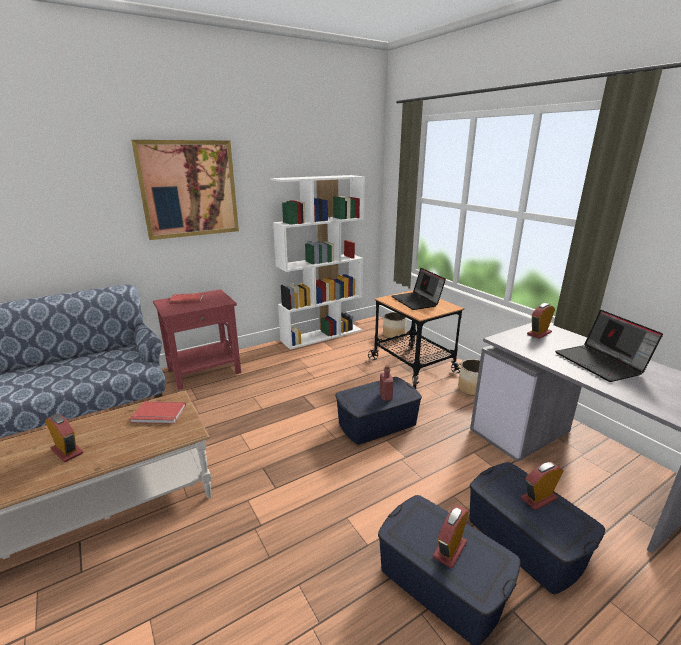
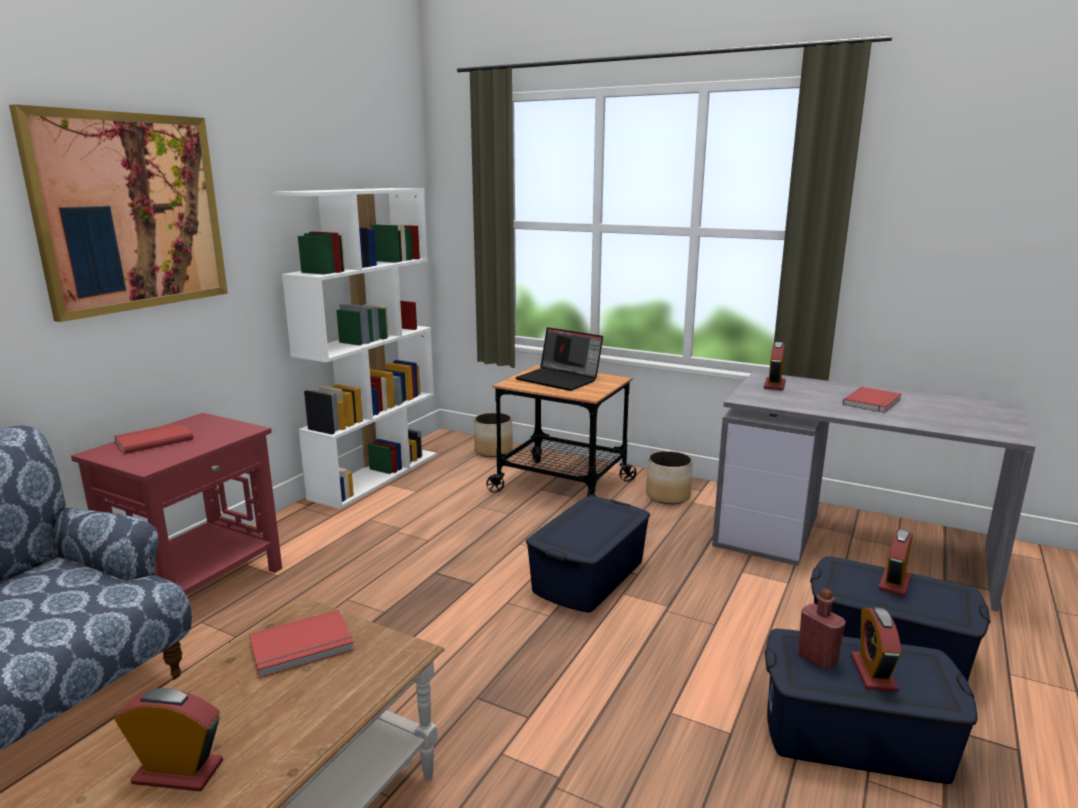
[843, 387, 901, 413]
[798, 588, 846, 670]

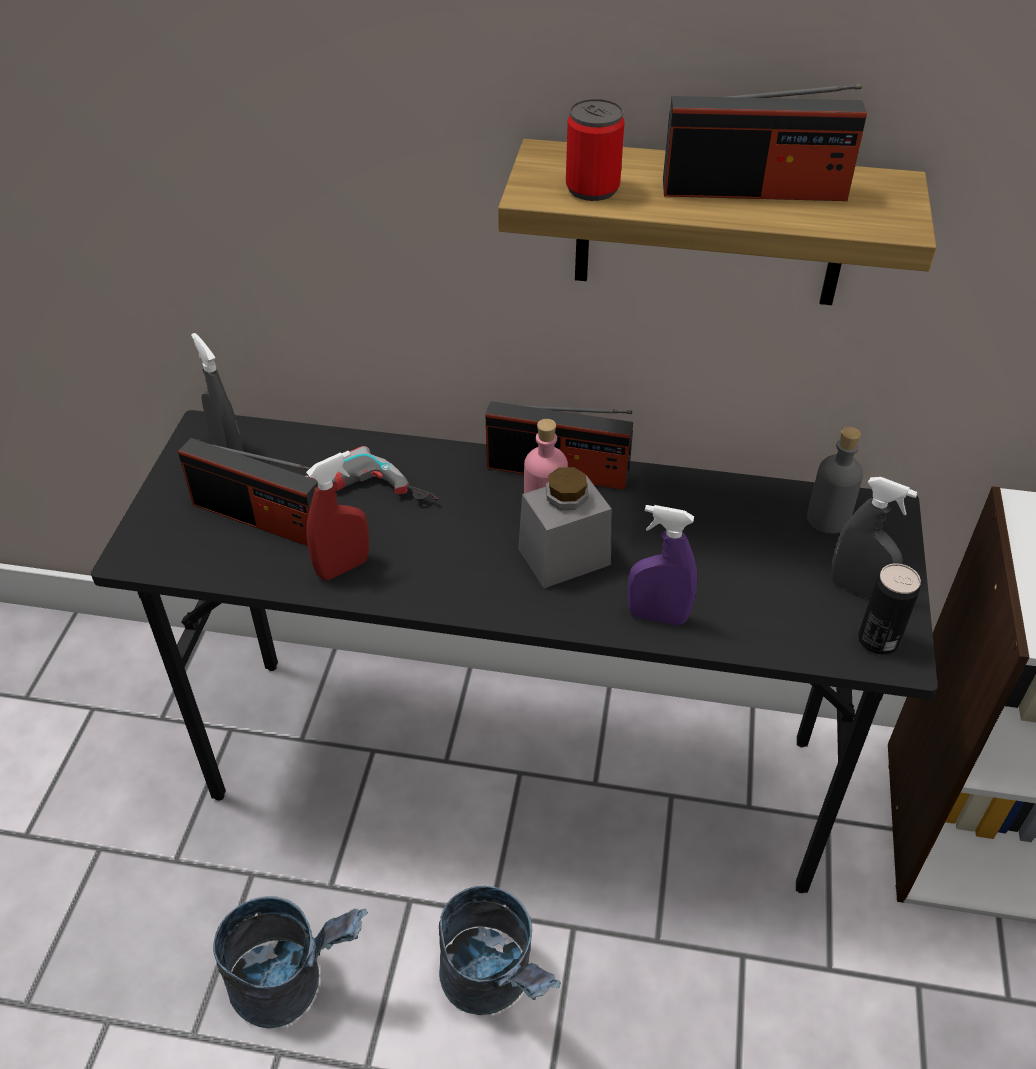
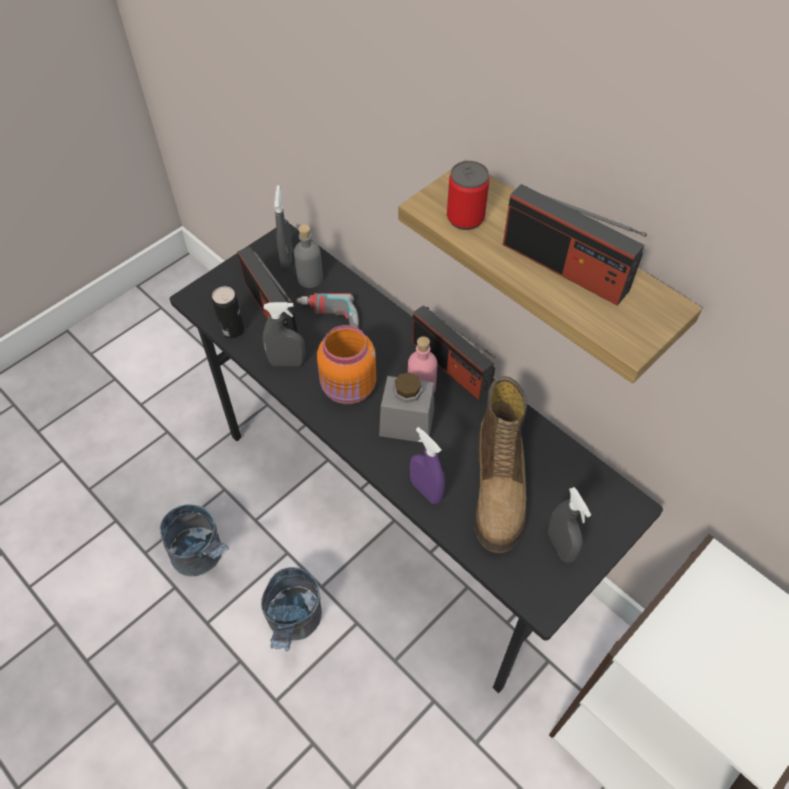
[294, 225, 323, 288]
[263, 302, 306, 366]
[212, 286, 244, 339]
[317, 325, 376, 405]
[474, 376, 527, 553]

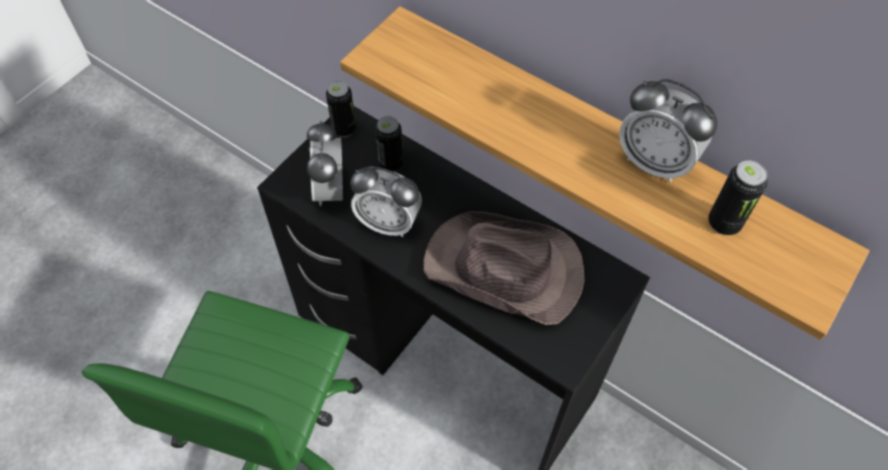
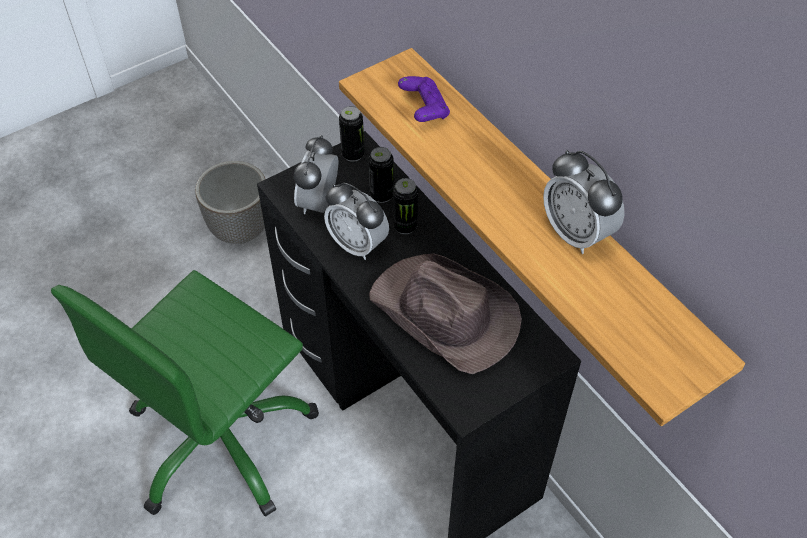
[393, 178, 418, 234]
[398, 76, 450, 122]
[195, 161, 265, 244]

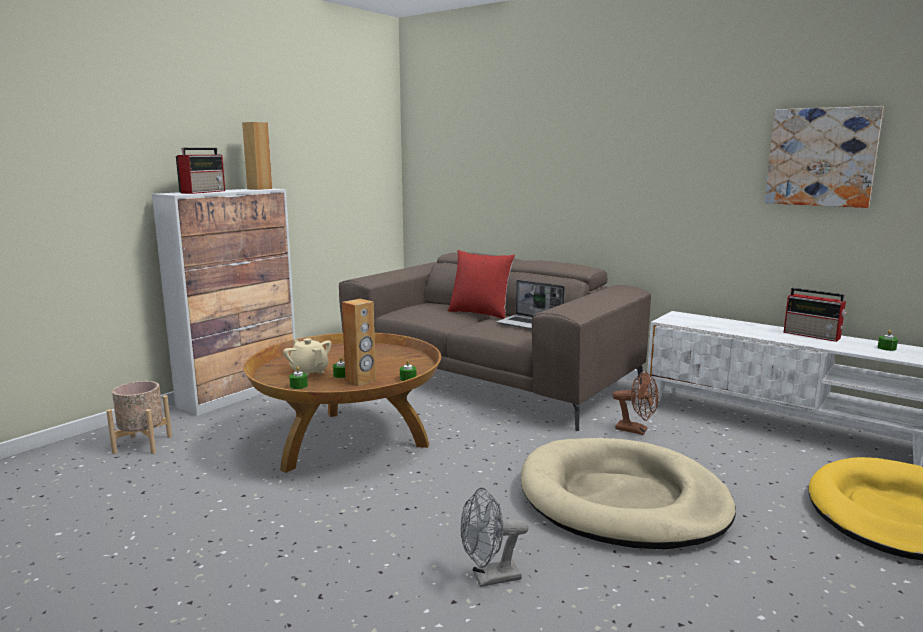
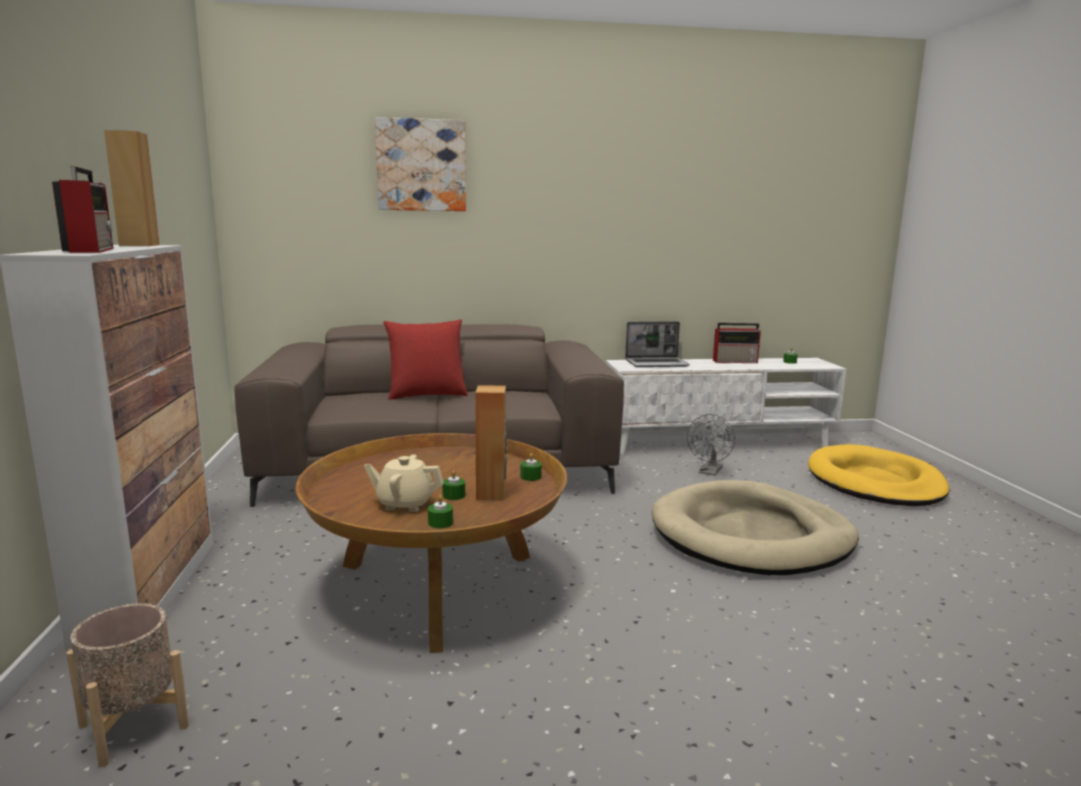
[375, 117, 466, 211]
[625, 322, 690, 367]
[613, 371, 659, 435] (first image)
[687, 414, 735, 476]

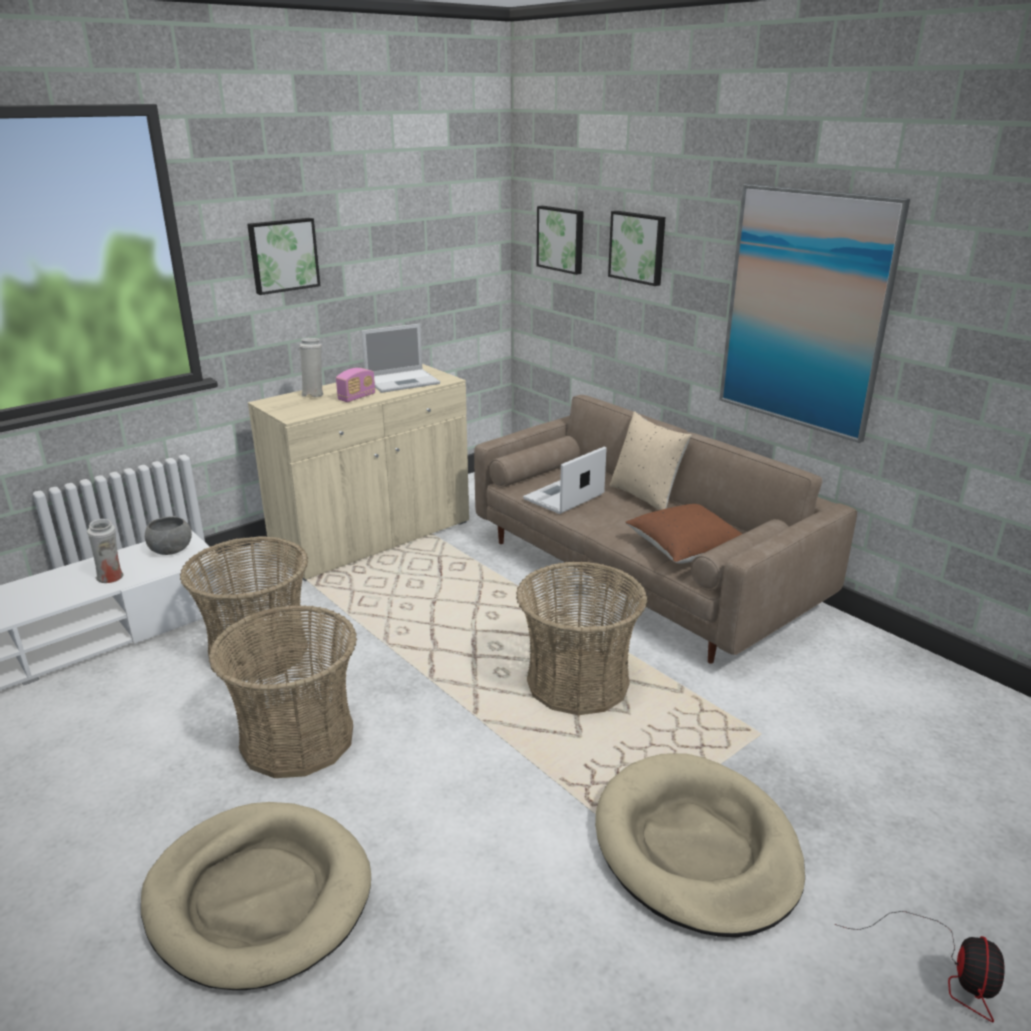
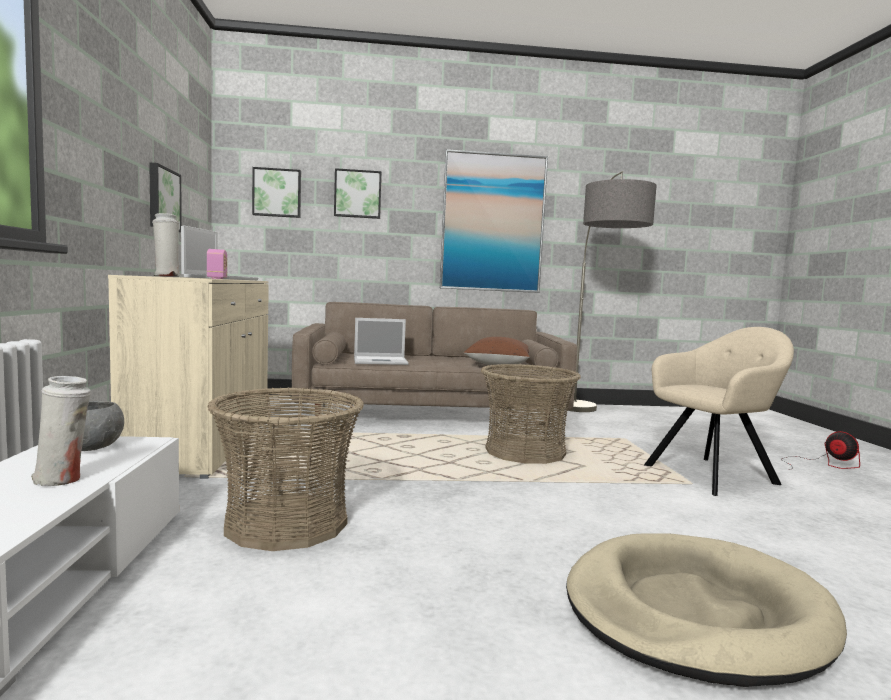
[149, 163, 182, 232]
[610, 411, 692, 510] (first image)
[354, 318, 408, 365]
[209, 605, 357, 778] (first image)
[644, 327, 794, 496]
[568, 171, 657, 412]

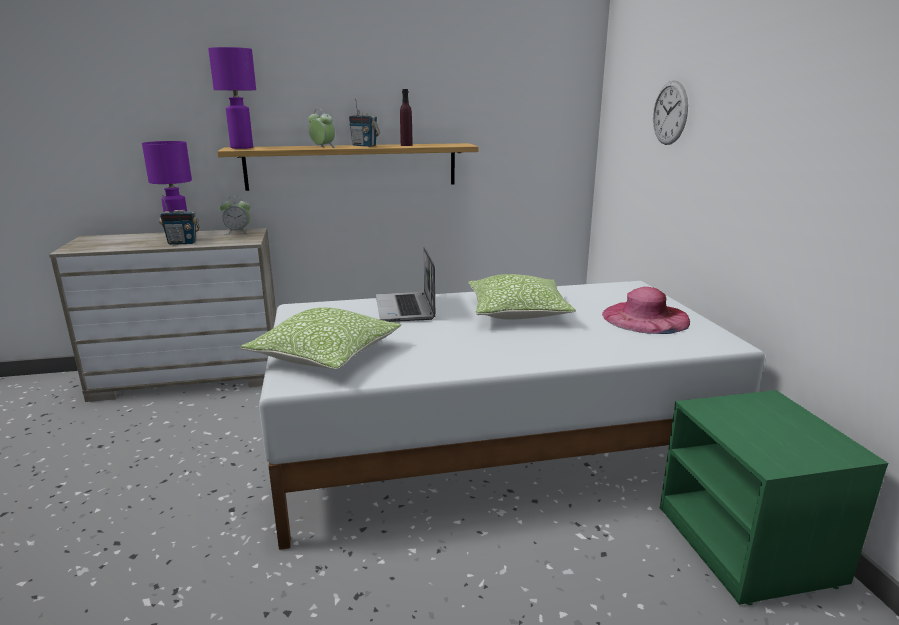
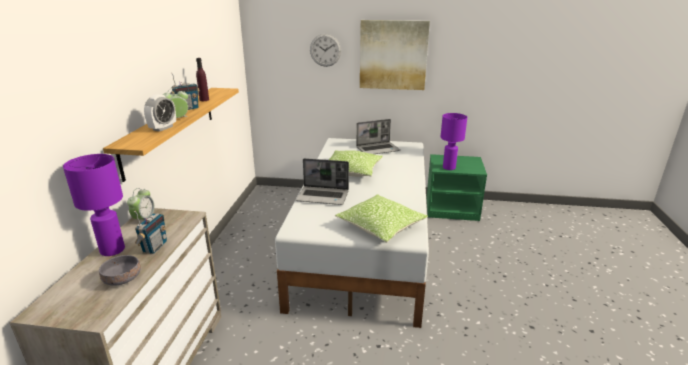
[441, 113, 467, 170]
[356, 119, 400, 154]
[360, 20, 430, 90]
[144, 94, 176, 132]
[99, 255, 140, 286]

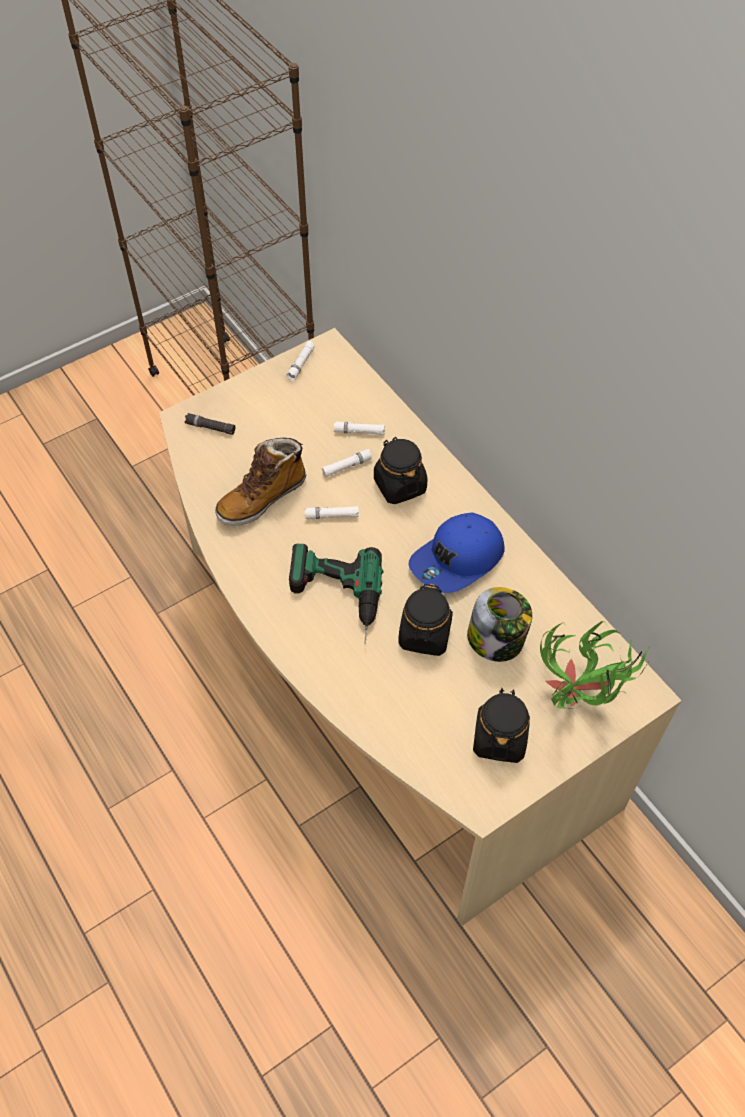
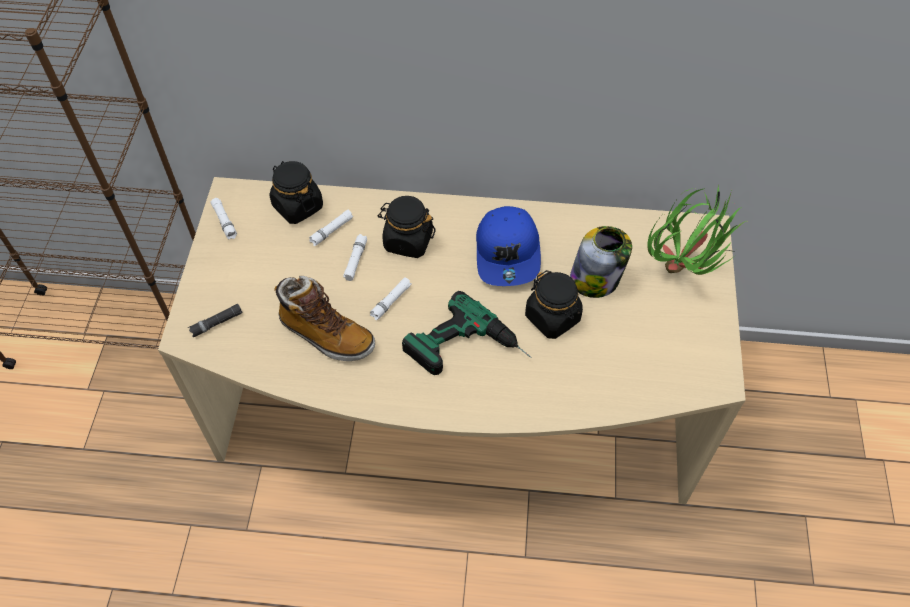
[274, 276, 375, 361]
[269, 161, 323, 224]

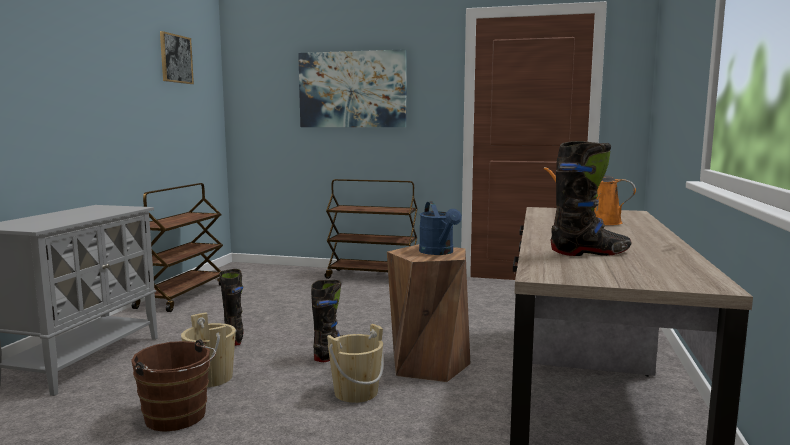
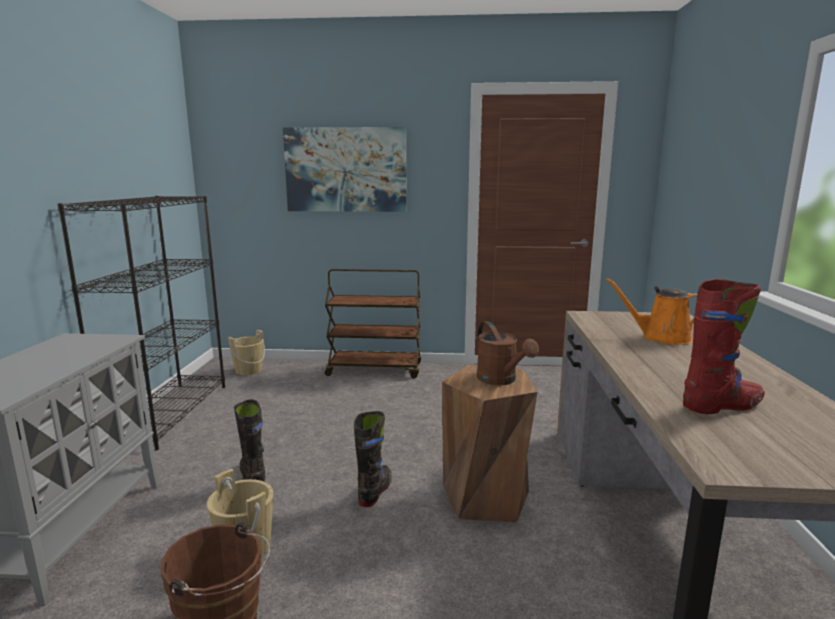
[160, 31, 194, 84] (first image)
[683, 279, 765, 414]
[57, 196, 225, 450]
[476, 321, 539, 385]
[228, 330, 265, 375]

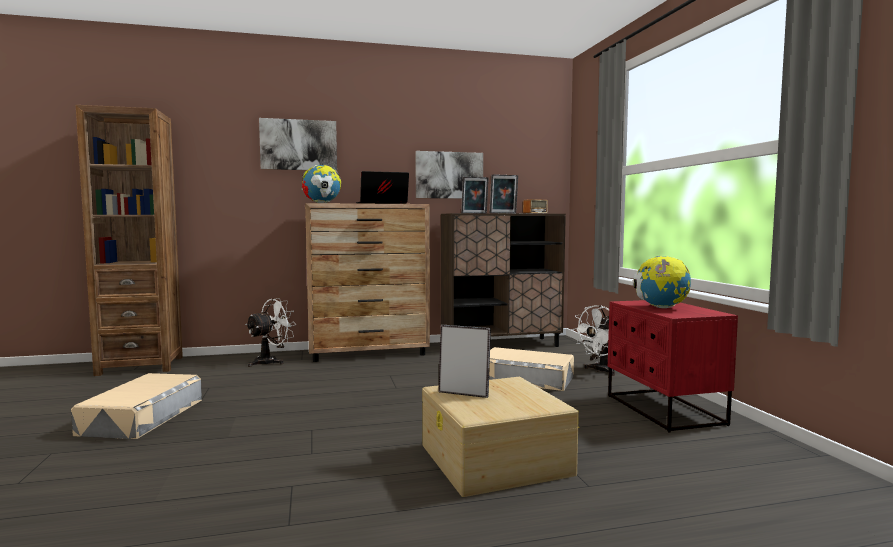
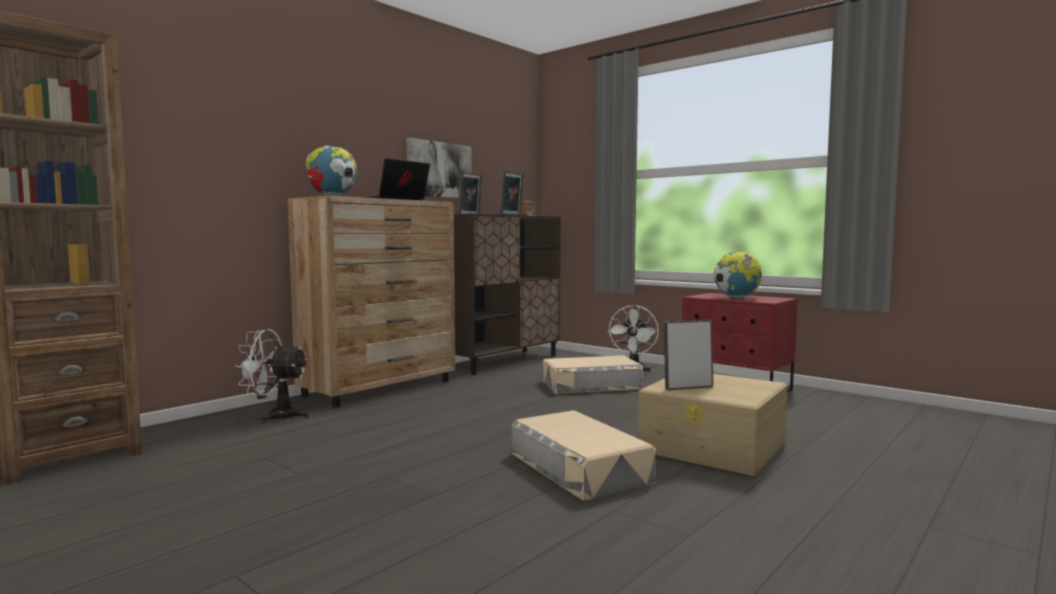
[259, 118, 337, 170] (first image)
[235, 329, 310, 423]
[512, 410, 656, 501]

